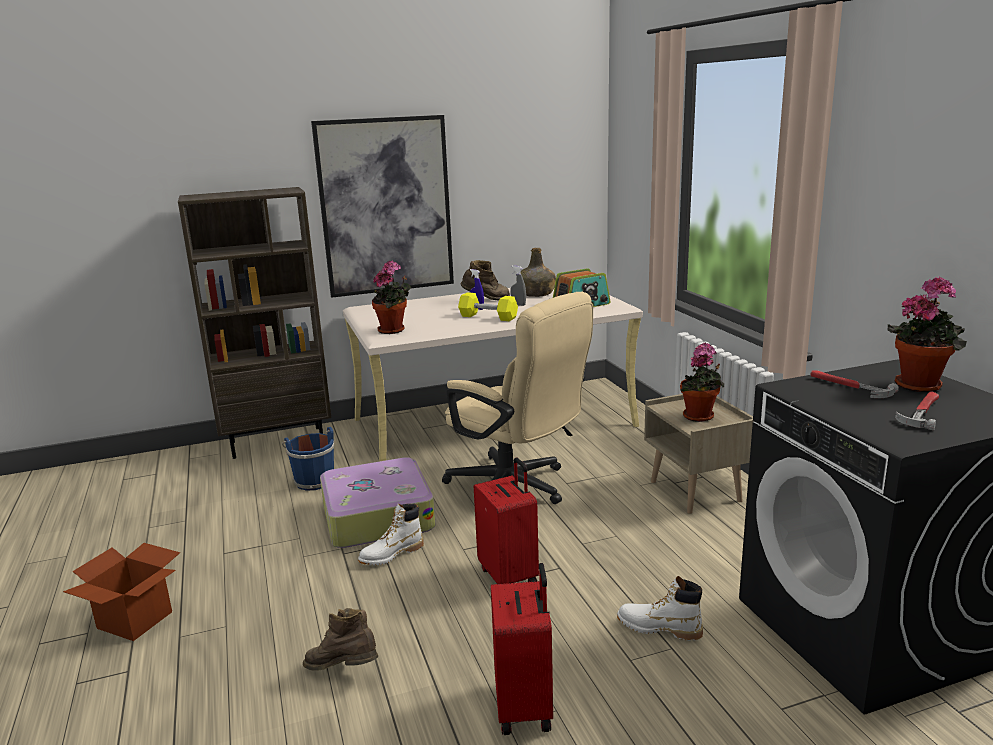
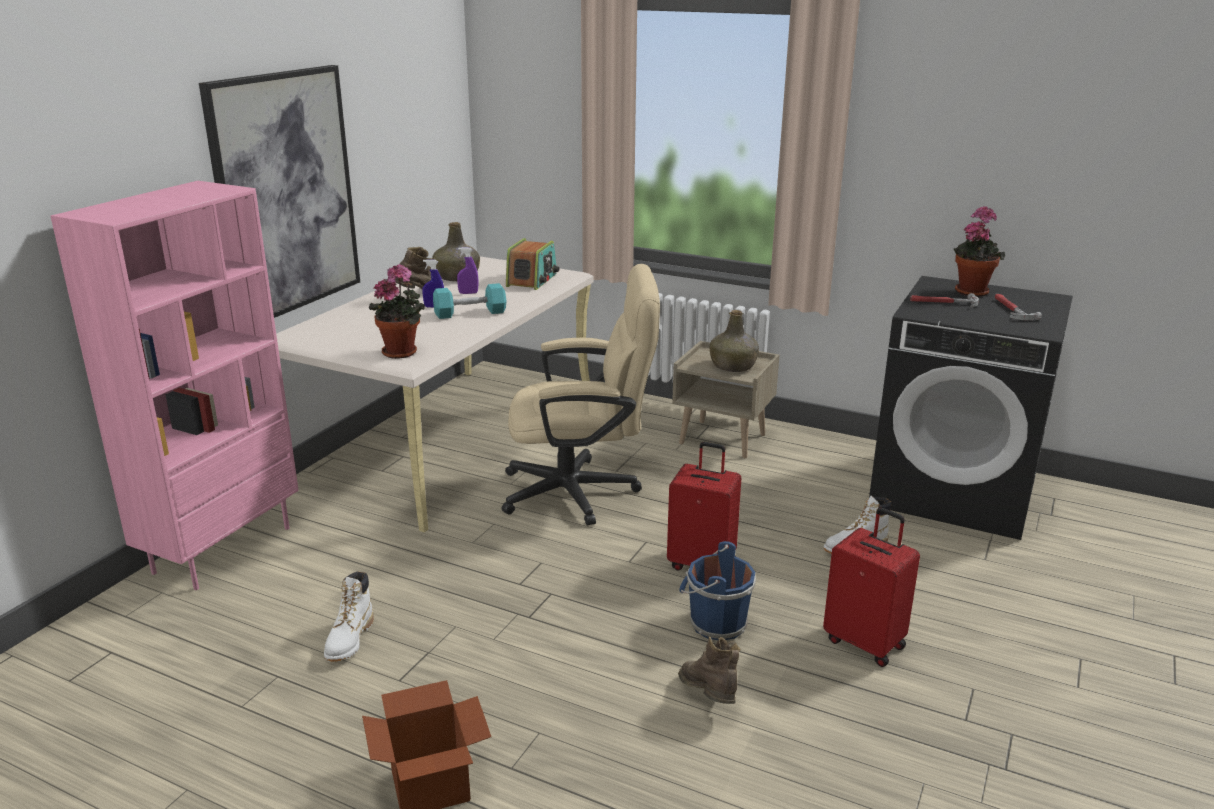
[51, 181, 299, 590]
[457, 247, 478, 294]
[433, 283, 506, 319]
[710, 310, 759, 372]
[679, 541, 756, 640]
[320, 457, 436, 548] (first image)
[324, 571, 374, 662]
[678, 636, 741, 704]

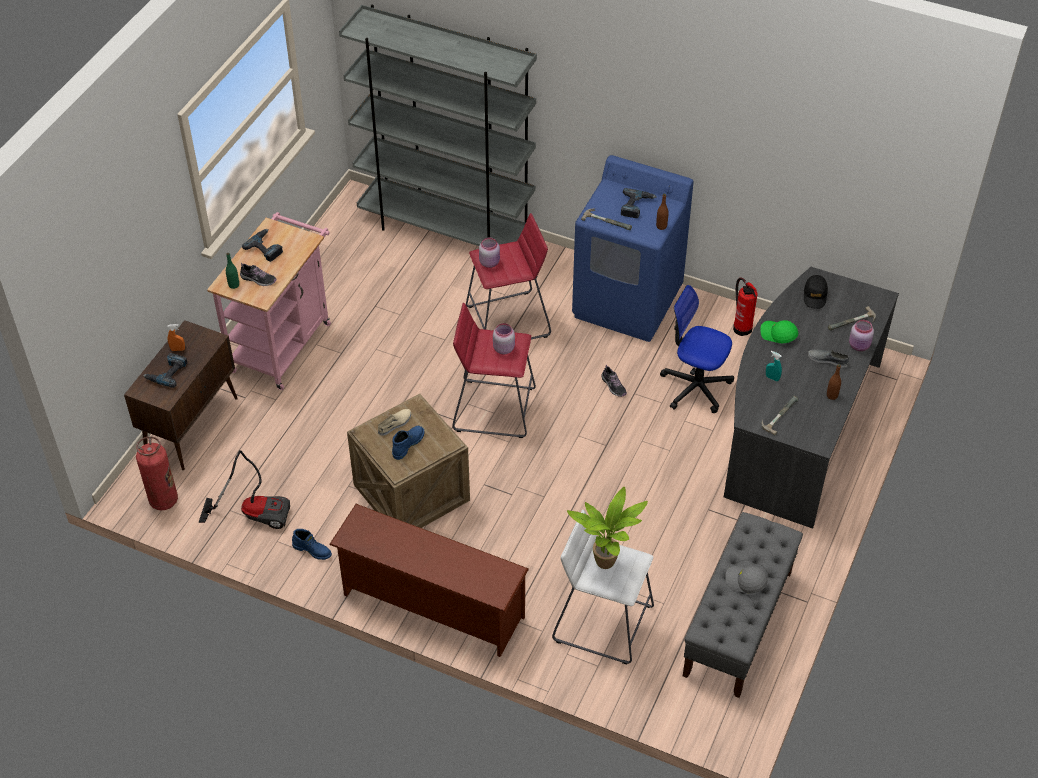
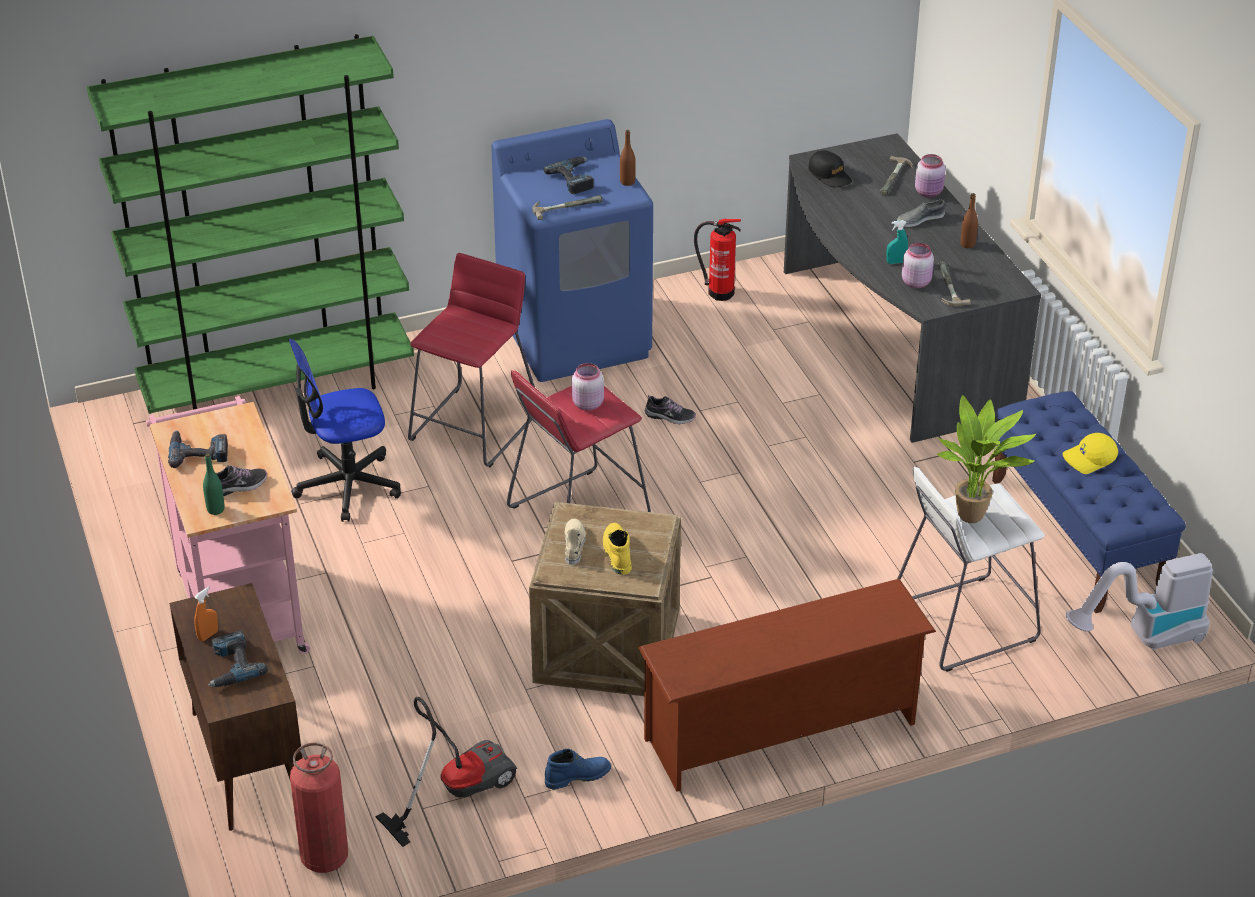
[87, 34, 414, 414]
[902, 243, 934, 288]
[289, 339, 401, 522]
[760, 320, 798, 343] (first image)
[603, 523, 632, 575]
[992, 391, 1186, 613]
[1063, 433, 1118, 474]
[1066, 553, 1213, 650]

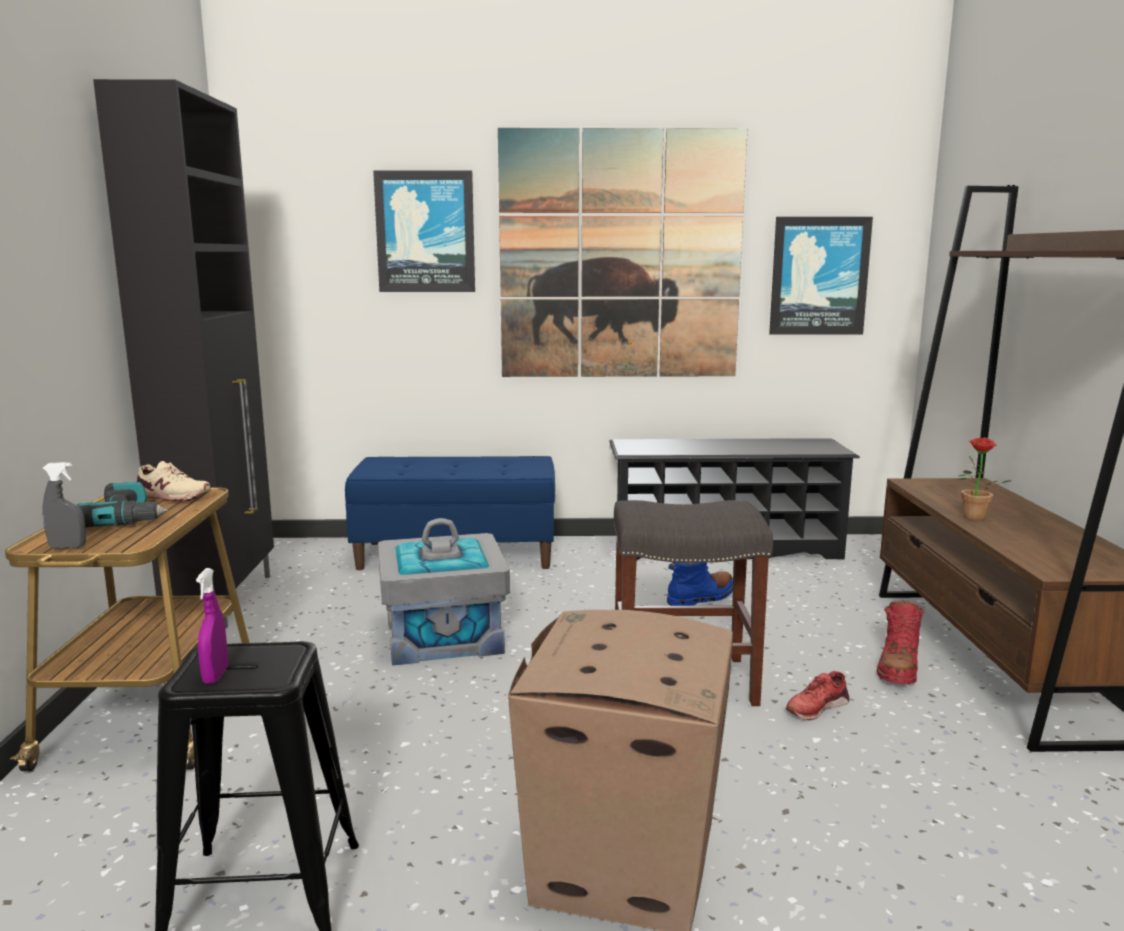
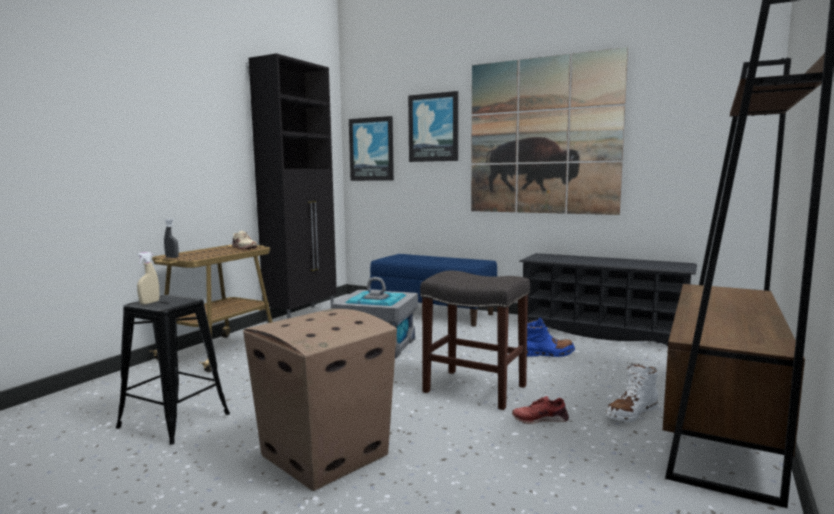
[349, 116, 394, 181]
[959, 438, 1012, 521] (first image)
[76, 482, 168, 527] (first image)
[137, 252, 160, 305]
[605, 363, 658, 422]

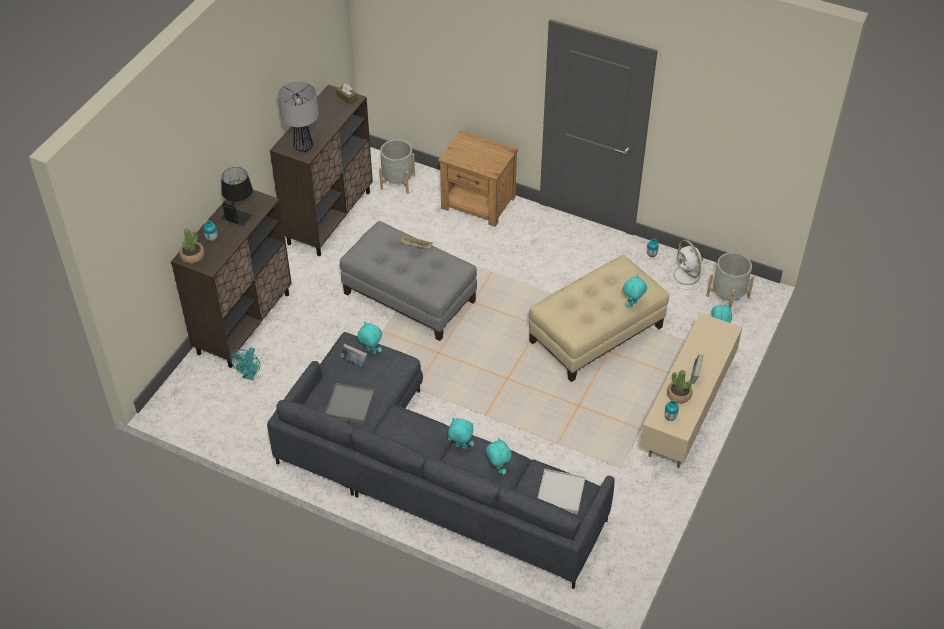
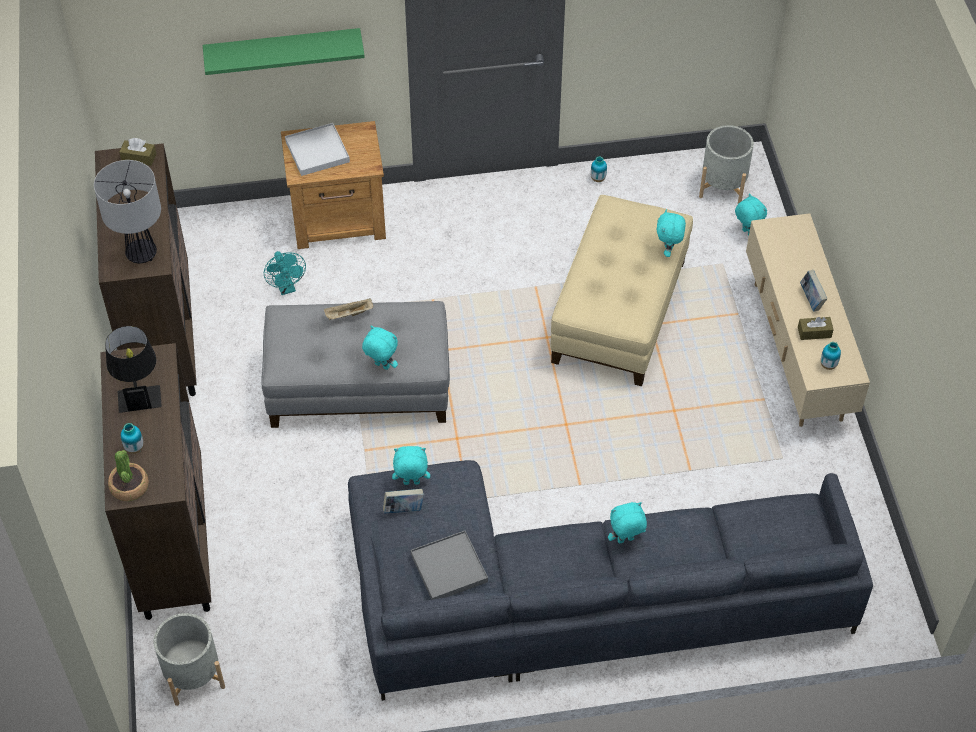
[154, 613, 225, 706]
[668, 240, 707, 290] (first image)
[264, 251, 306, 295]
[798, 317, 834, 340]
[362, 326, 398, 370]
[285, 123, 350, 176]
[203, 28, 365, 75]

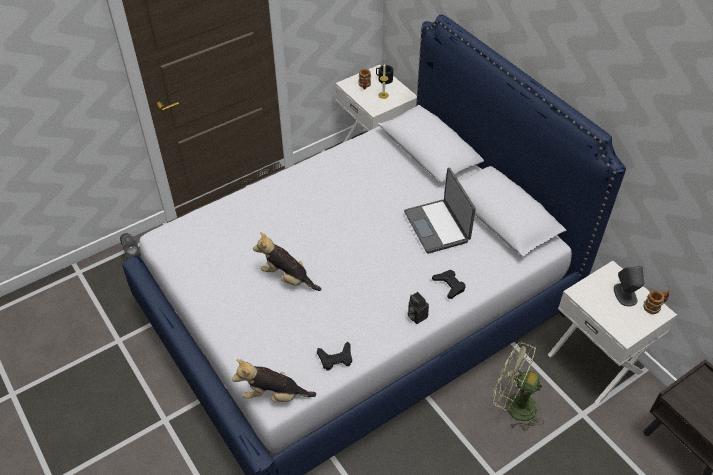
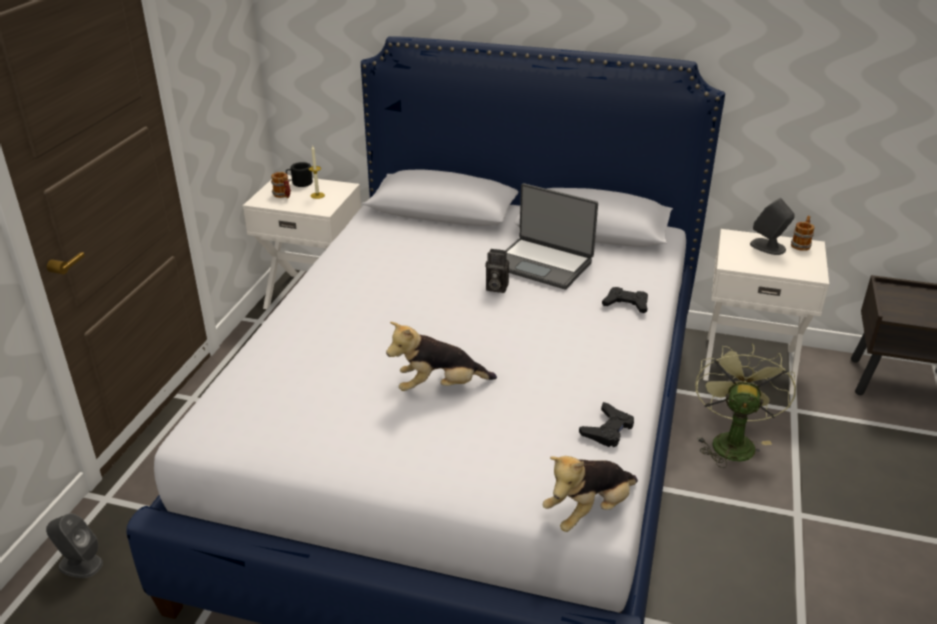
[485, 249, 509, 293]
[695, 344, 796, 468]

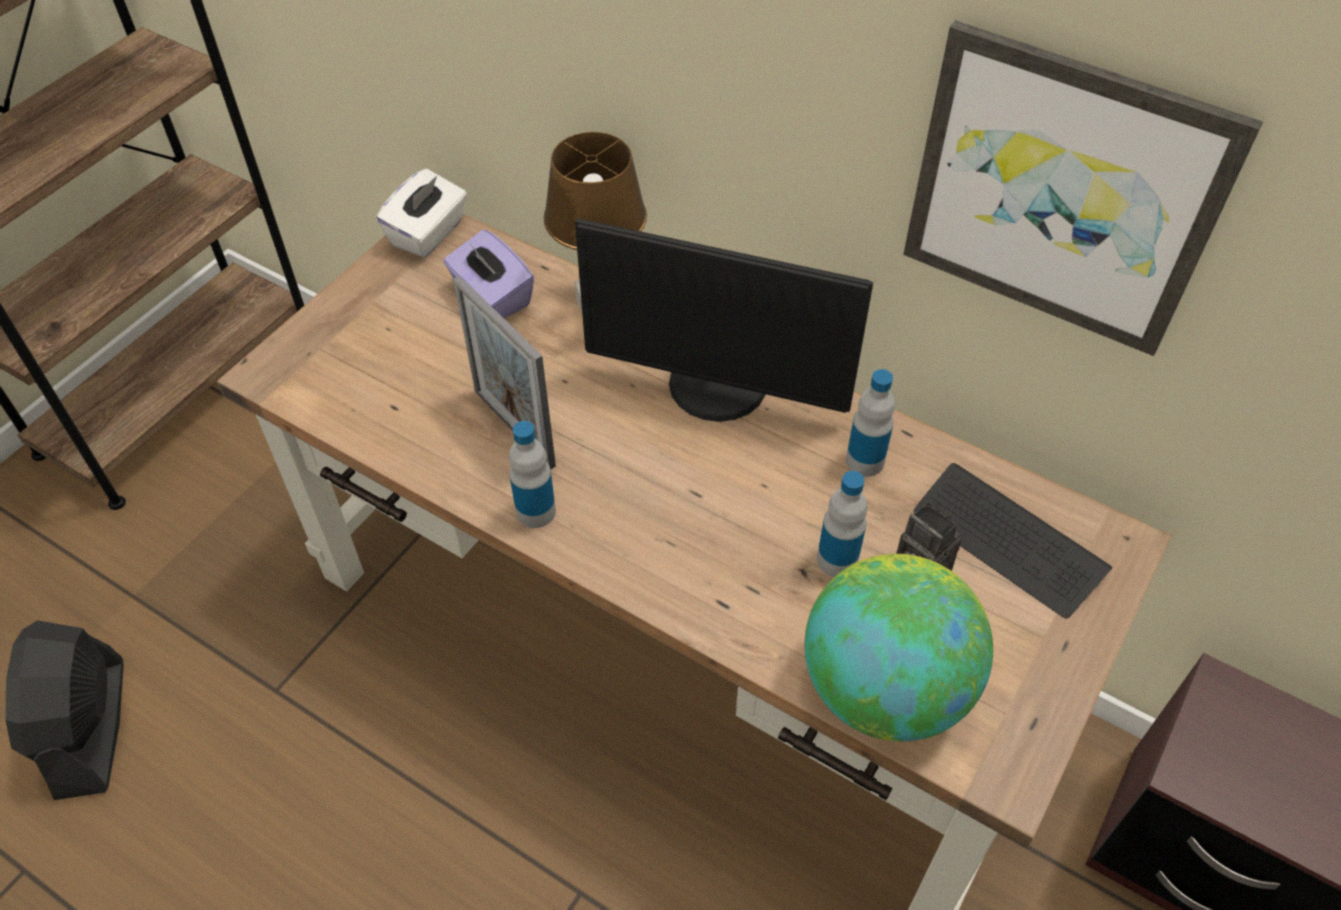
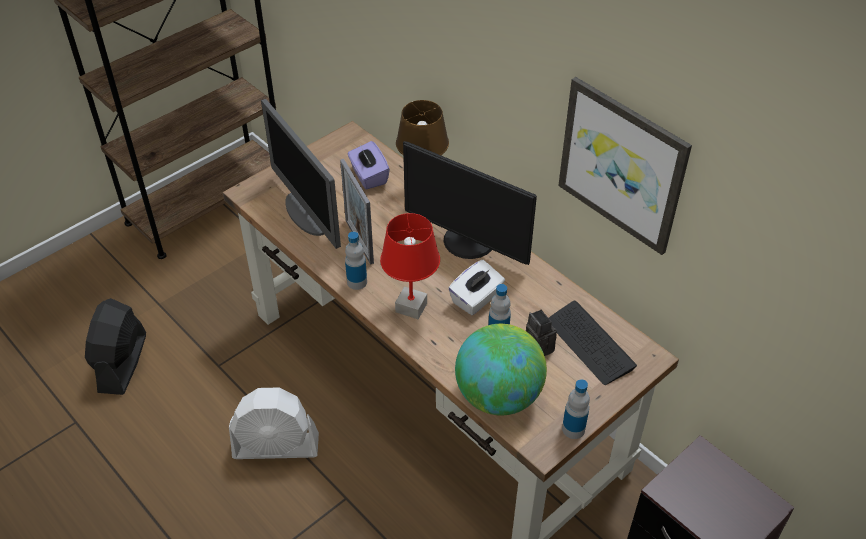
[448, 260, 505, 315]
[562, 379, 590, 439]
[261, 99, 341, 249]
[380, 213, 440, 319]
[229, 387, 319, 459]

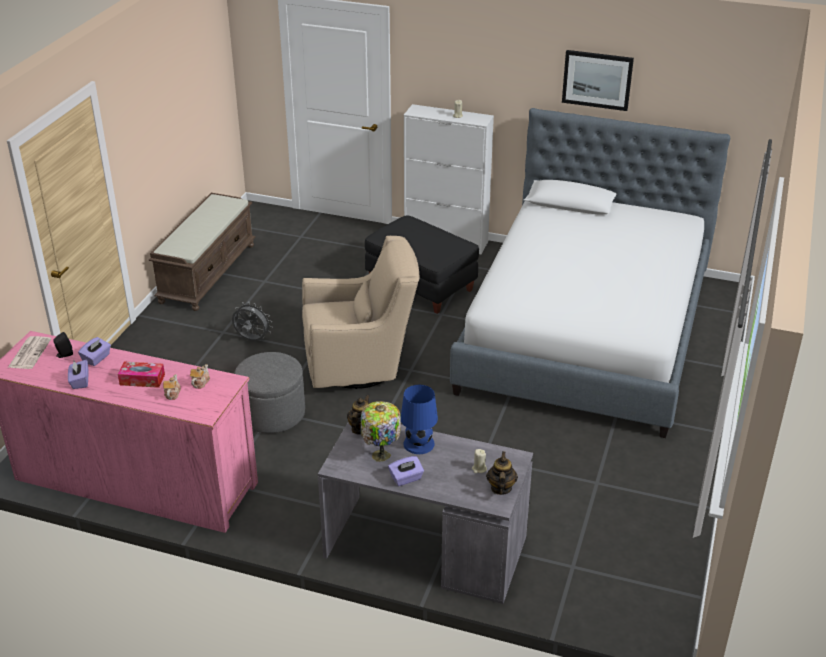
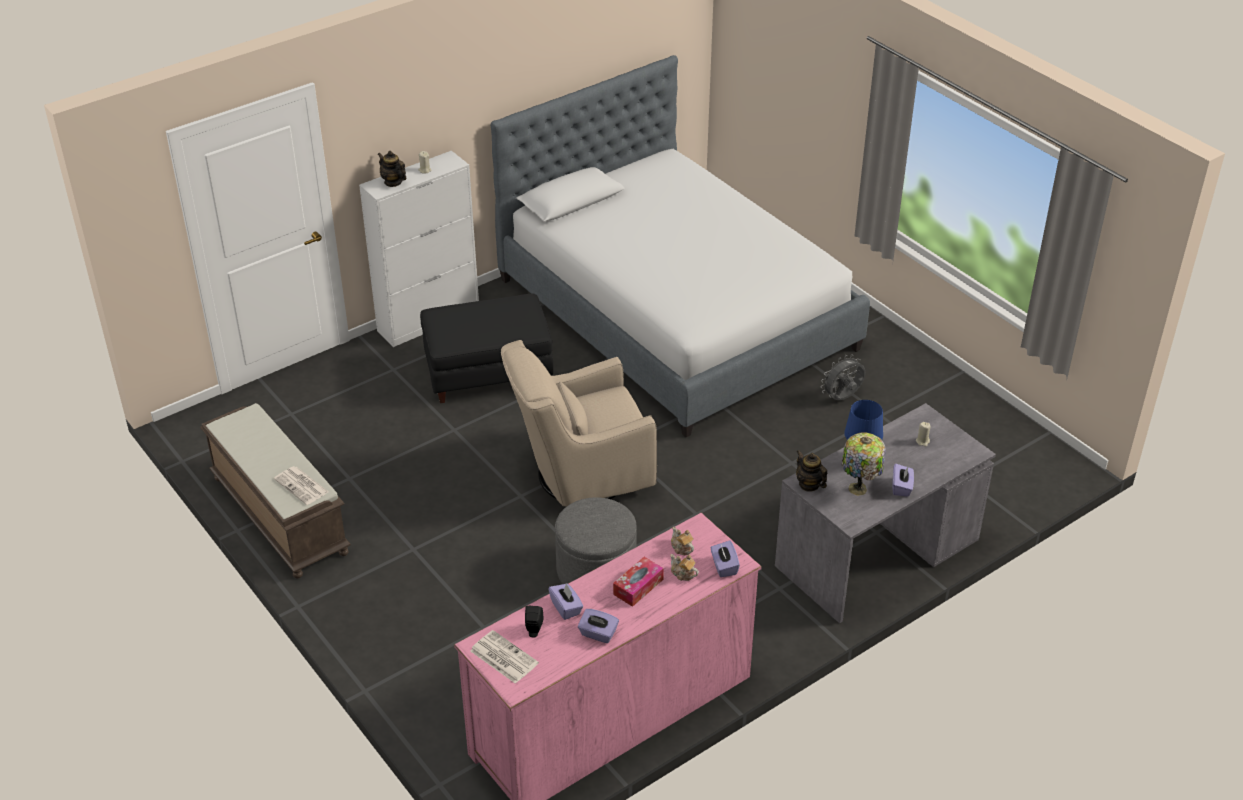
[562, 50, 634, 111] (first image)
[501, 340, 657, 507]
[821, 354, 865, 400]
[378, 151, 407, 187]
[274, 466, 329, 505]
[711, 540, 740, 577]

